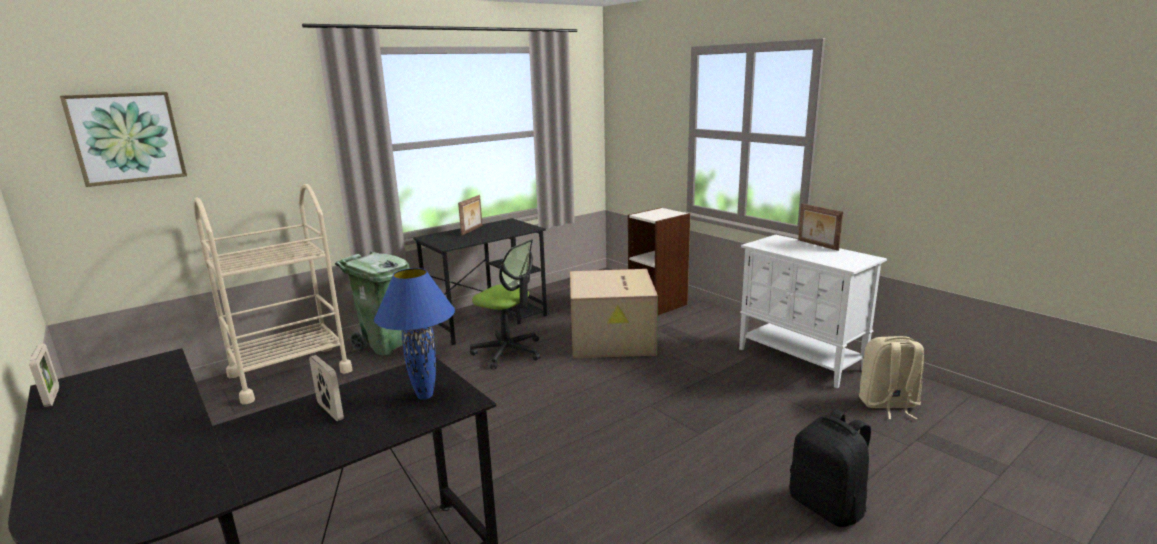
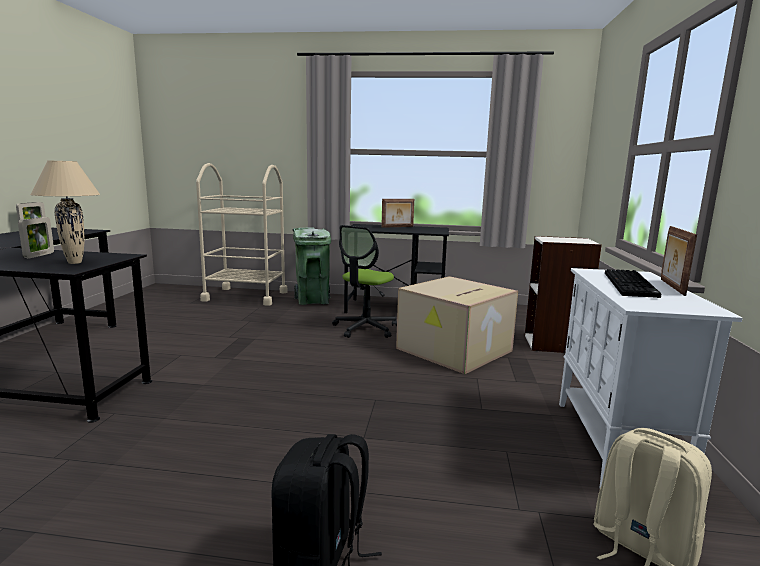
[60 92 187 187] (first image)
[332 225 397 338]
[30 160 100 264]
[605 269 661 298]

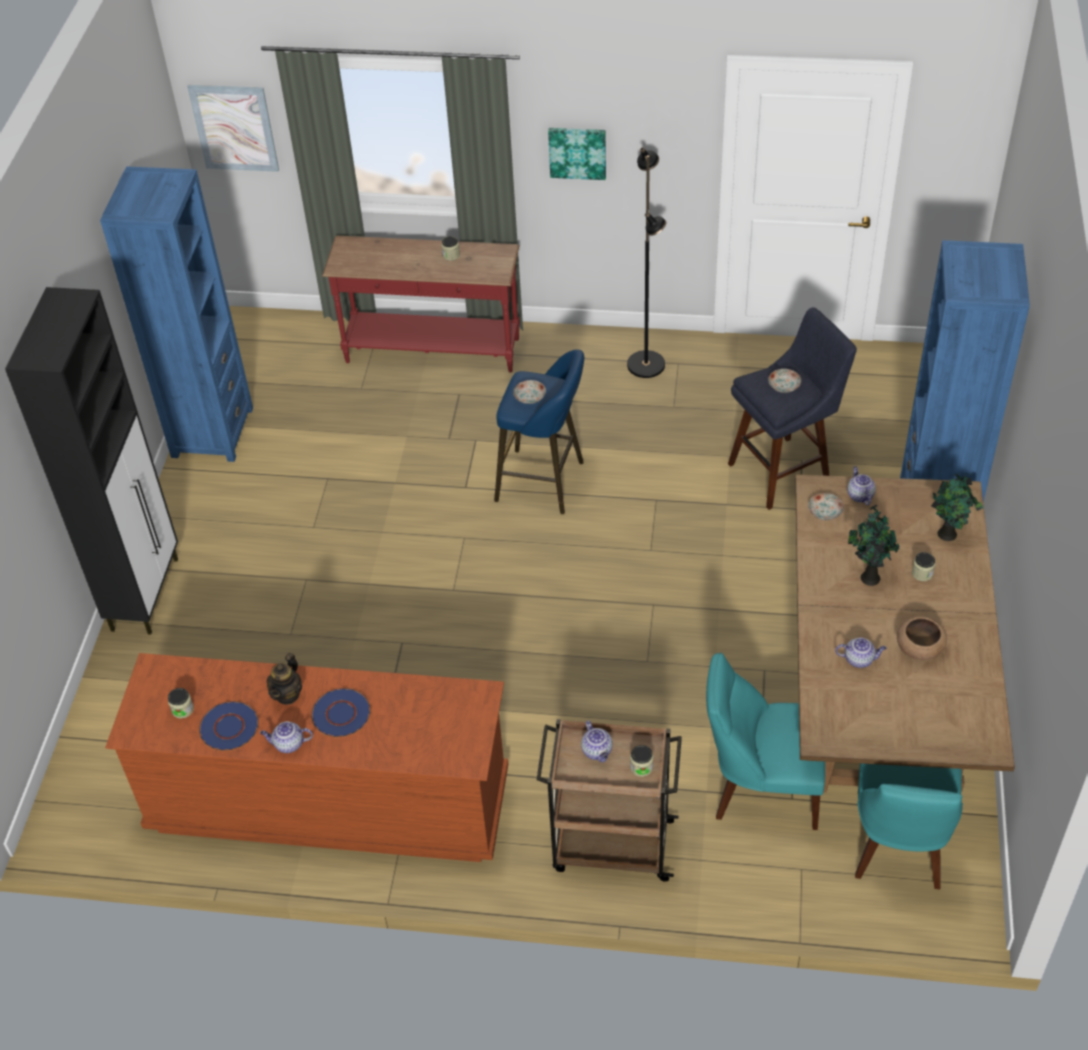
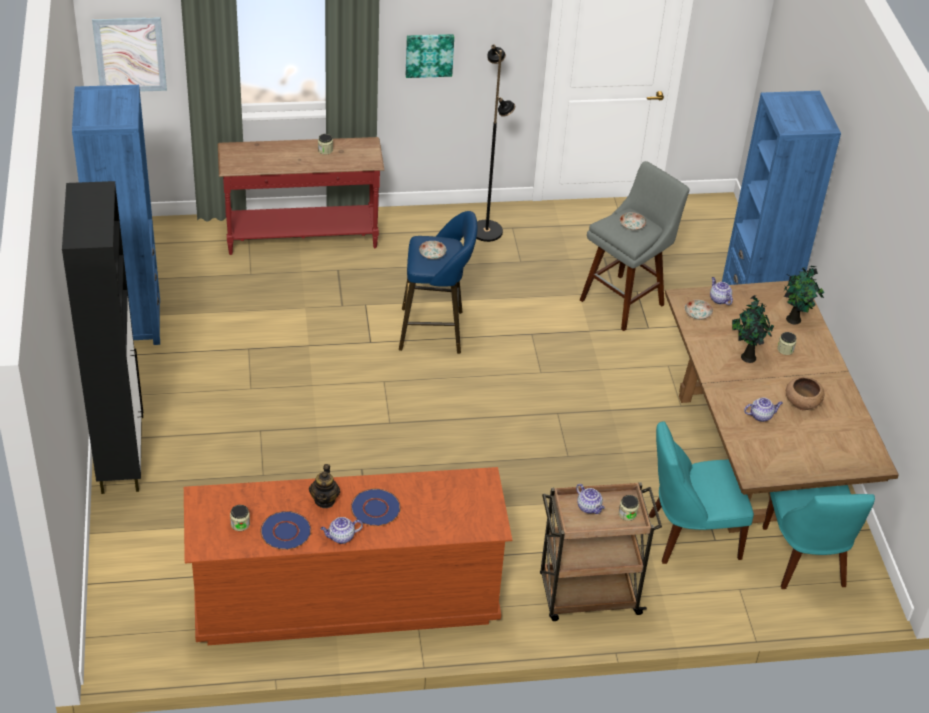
[580 161 690 331]

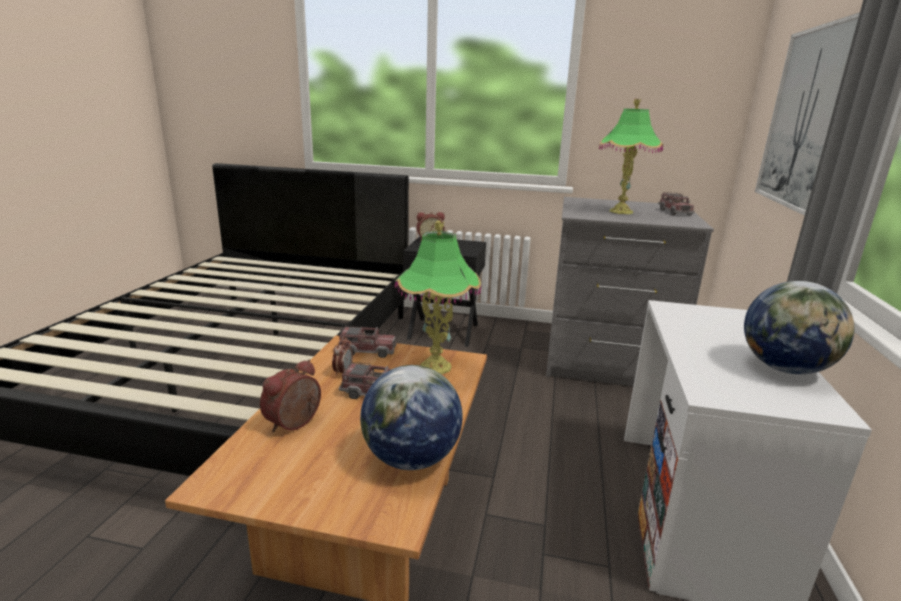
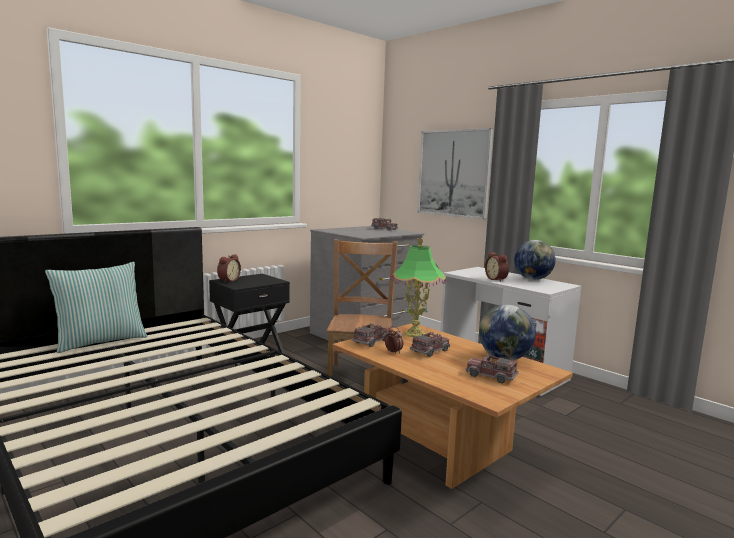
[599 99 663 214] (first image)
[485 252 509 282]
[327 239 398 377]
[45 262 148 353]
[465 354 519 384]

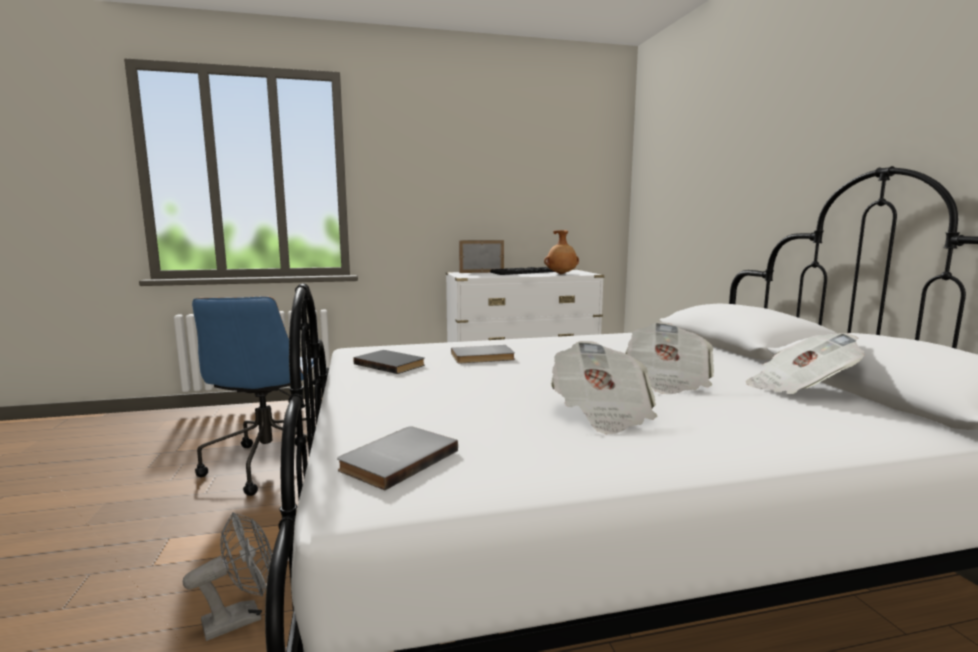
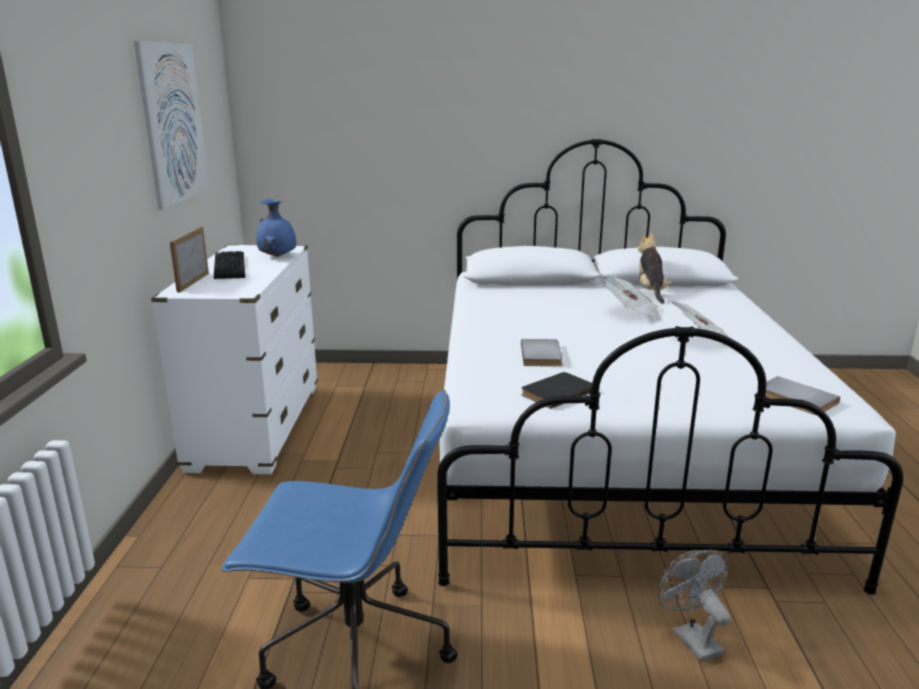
[256 199 296 257]
[638 233 672 304]
[134 41 209 210]

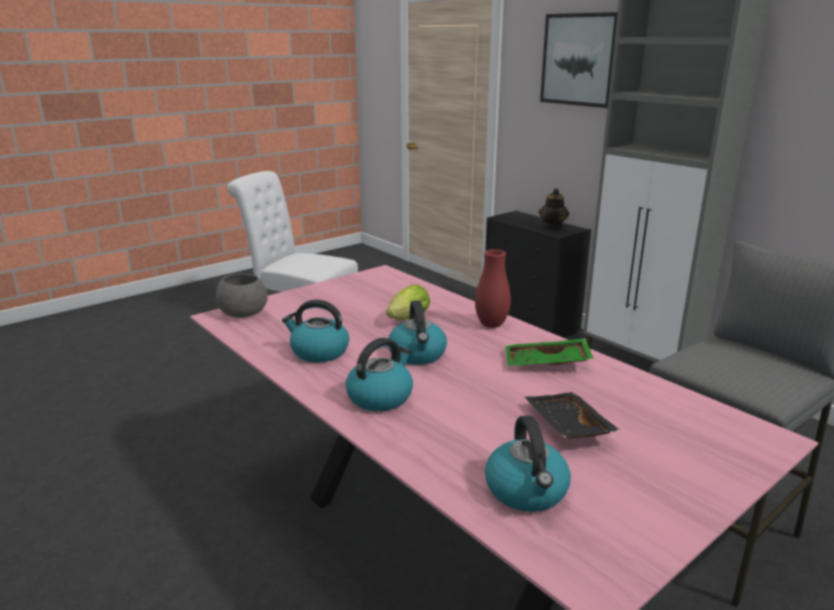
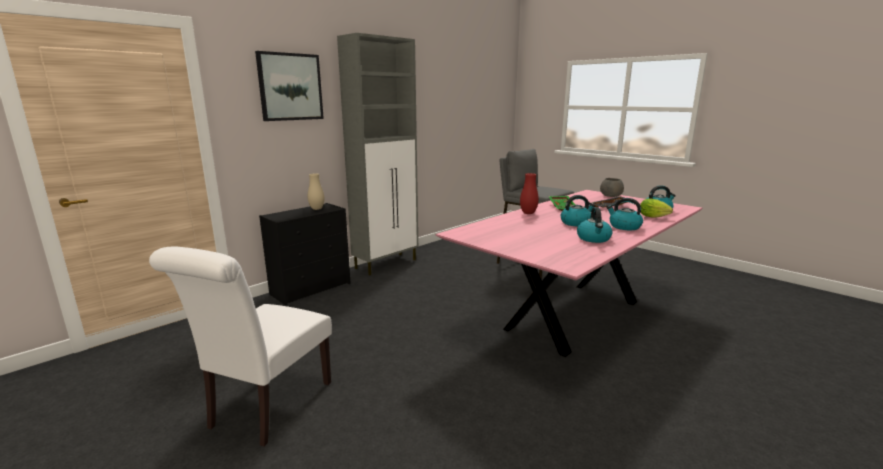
[308 173 325 210]
[600 178 624 197]
[640 199 673 218]

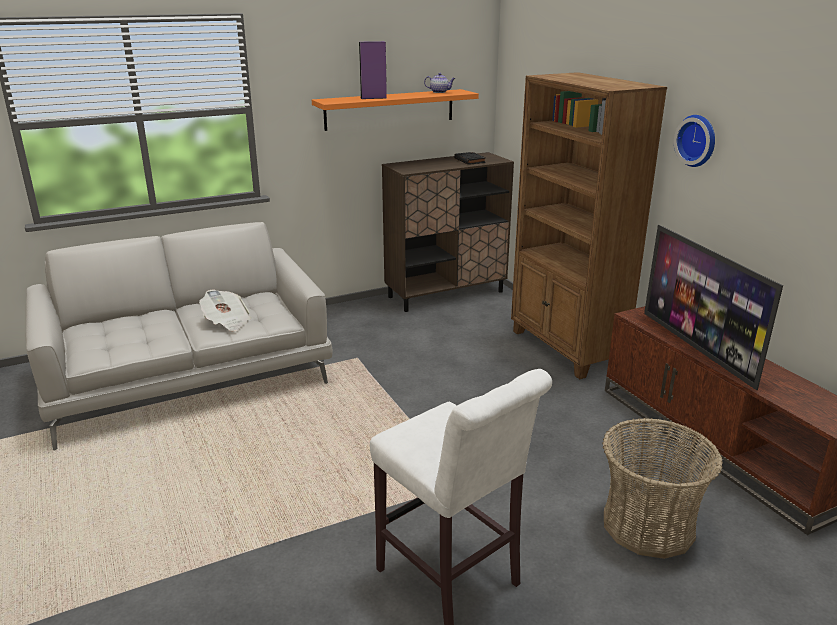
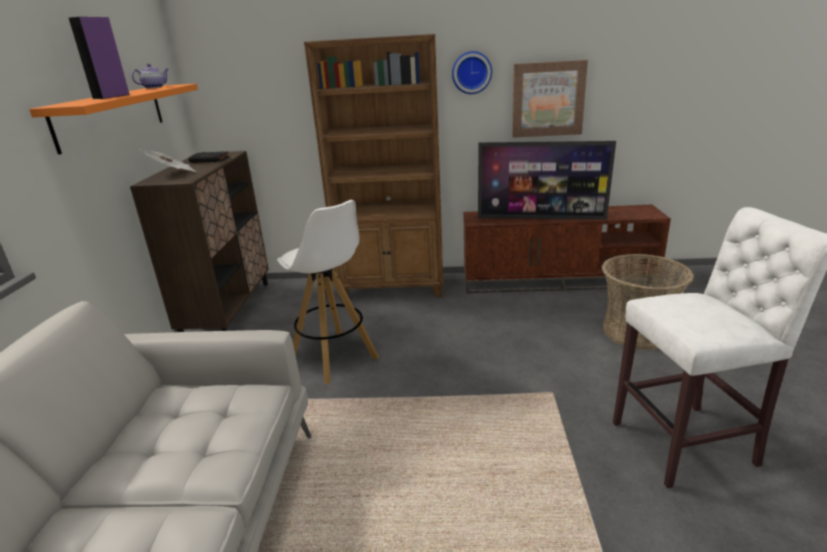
[139 149 197 172]
[512 60 588 138]
[277 200 379 384]

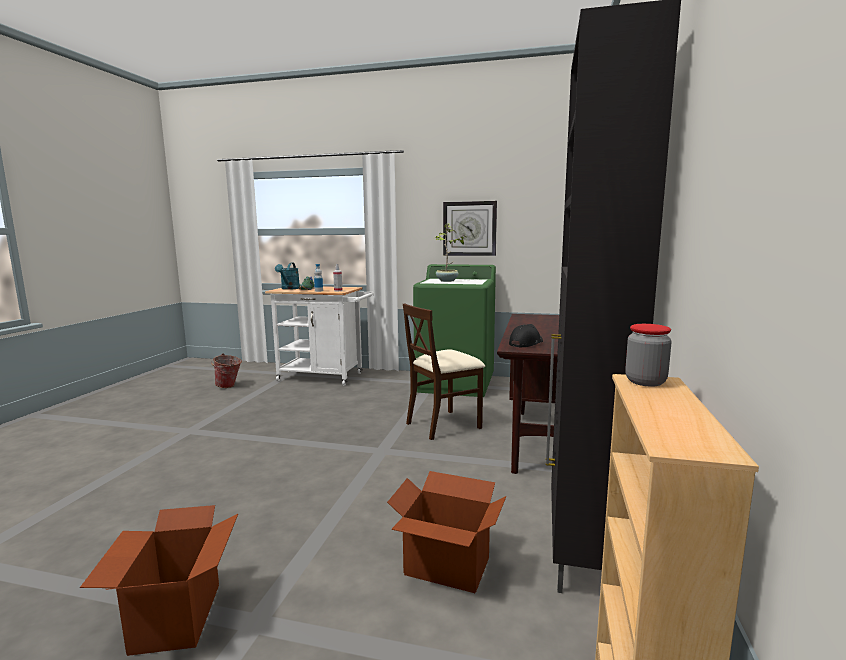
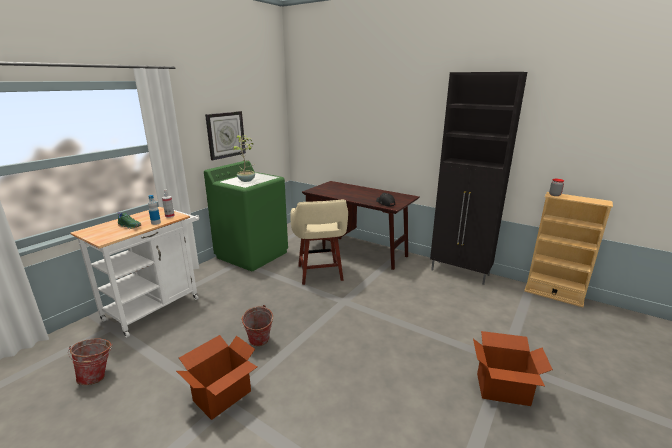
[275 263 300 290] (first image)
[290 199 348 285]
[176 335 257 420]
[240 305 273 346]

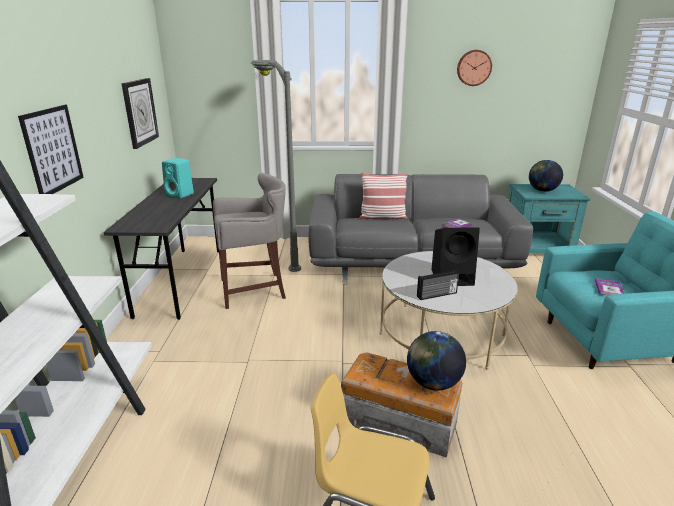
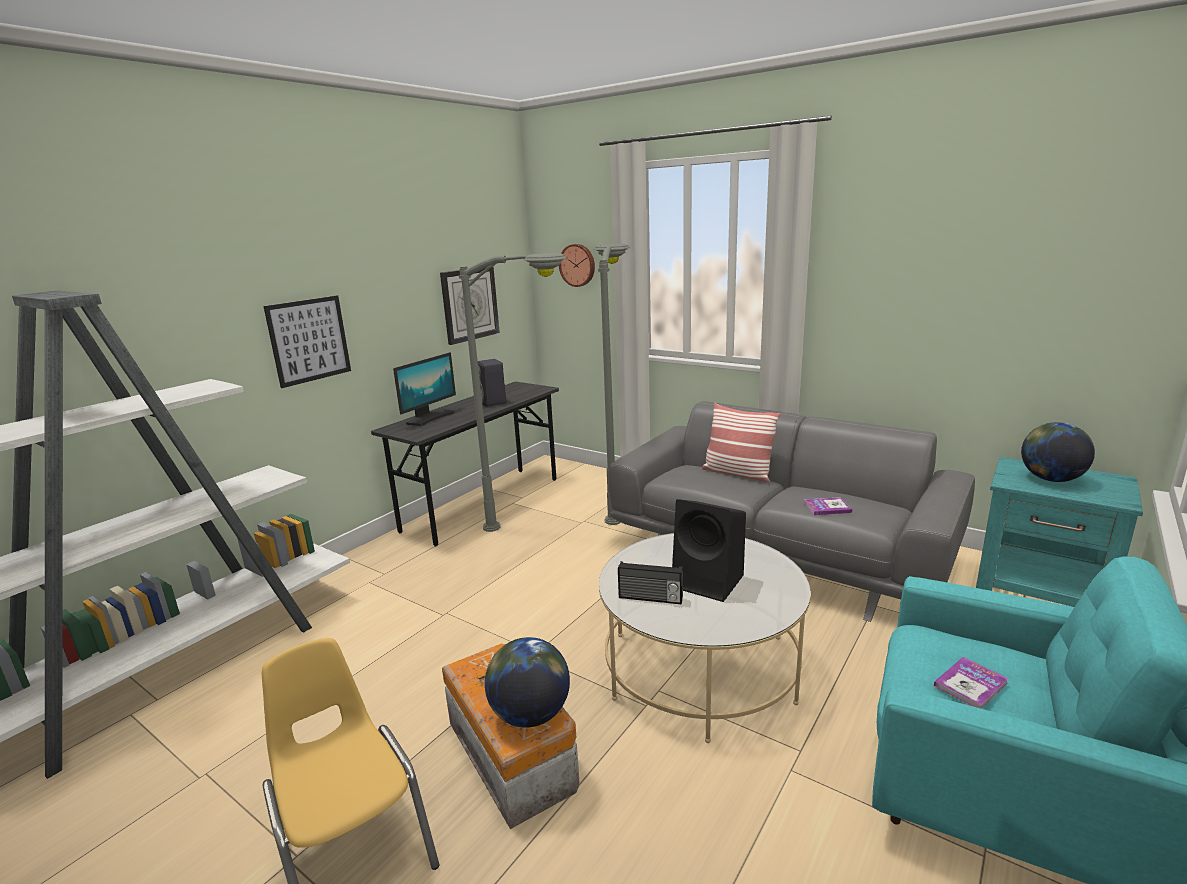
[559 244 595 287]
[478 359 507 407]
[459 253 567 532]
[393 352 456 426]

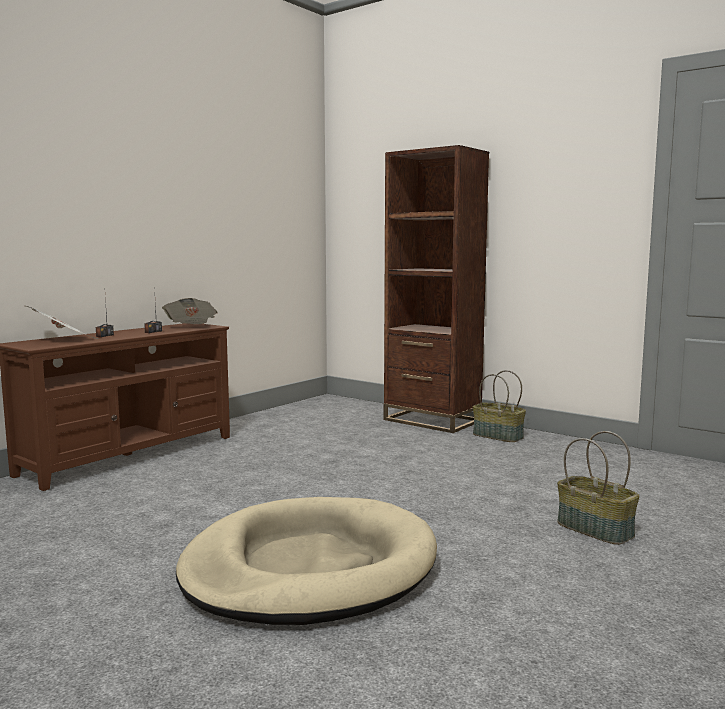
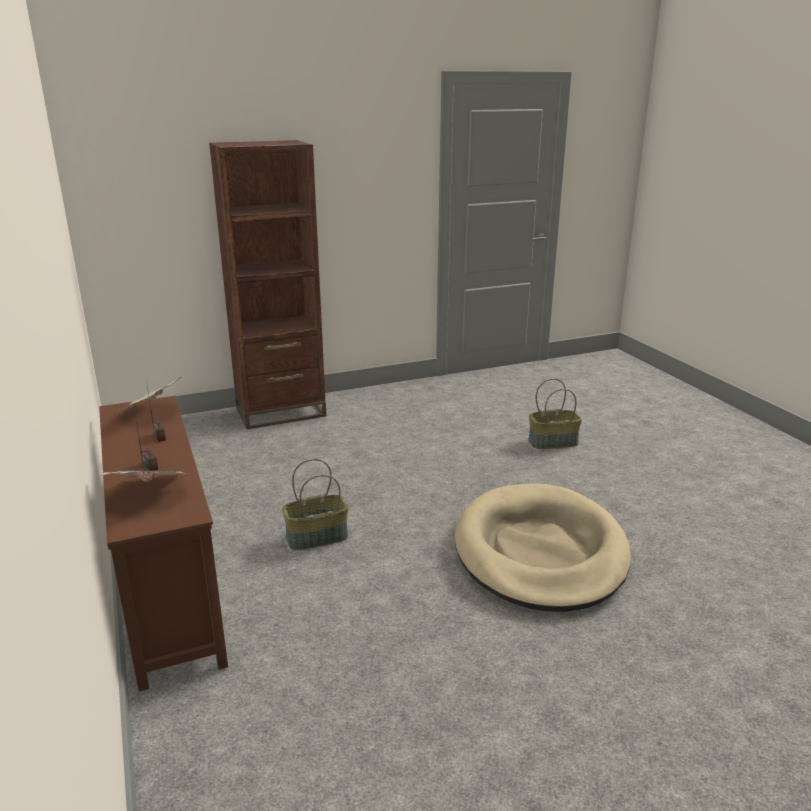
[282 459 349 551]

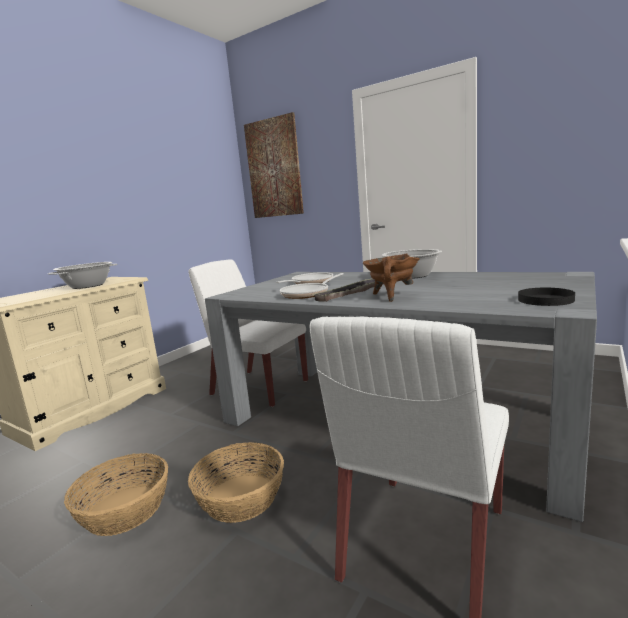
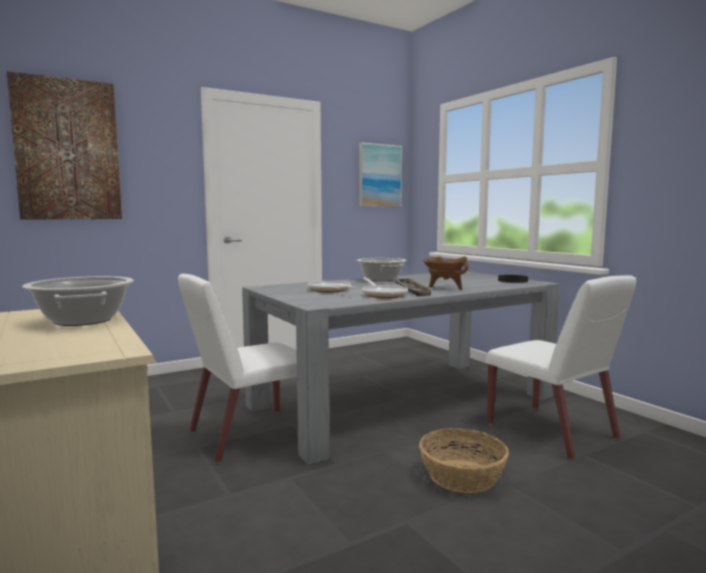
[64 453 168 536] (first image)
[359 142 402 207]

